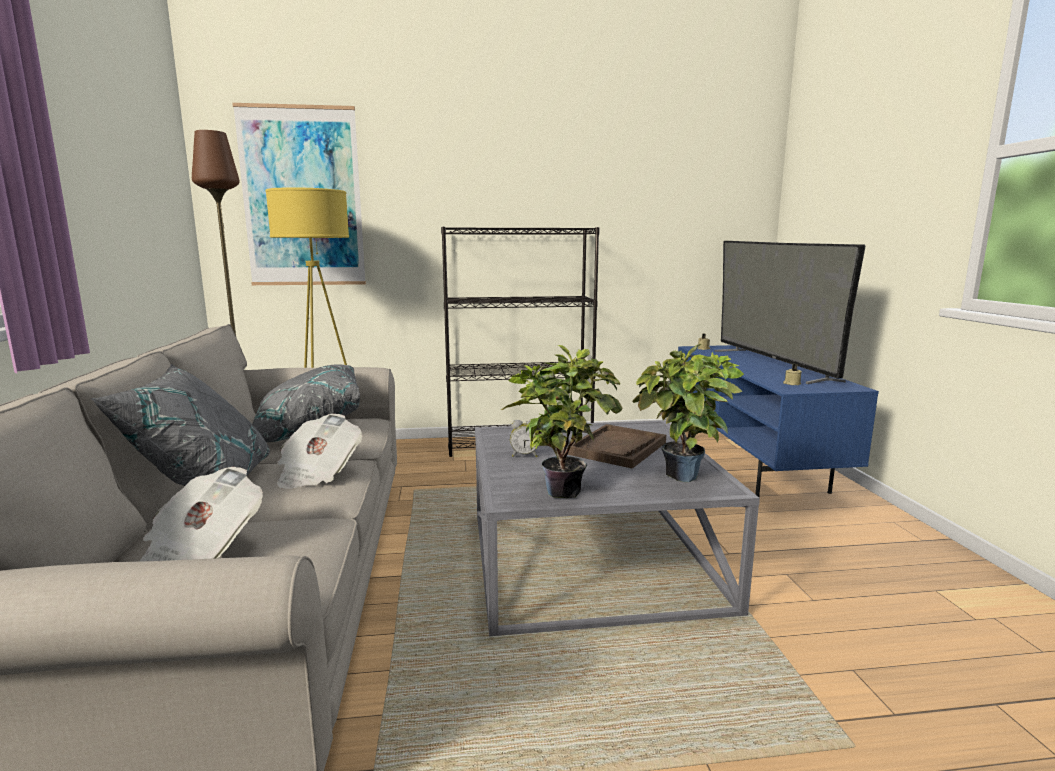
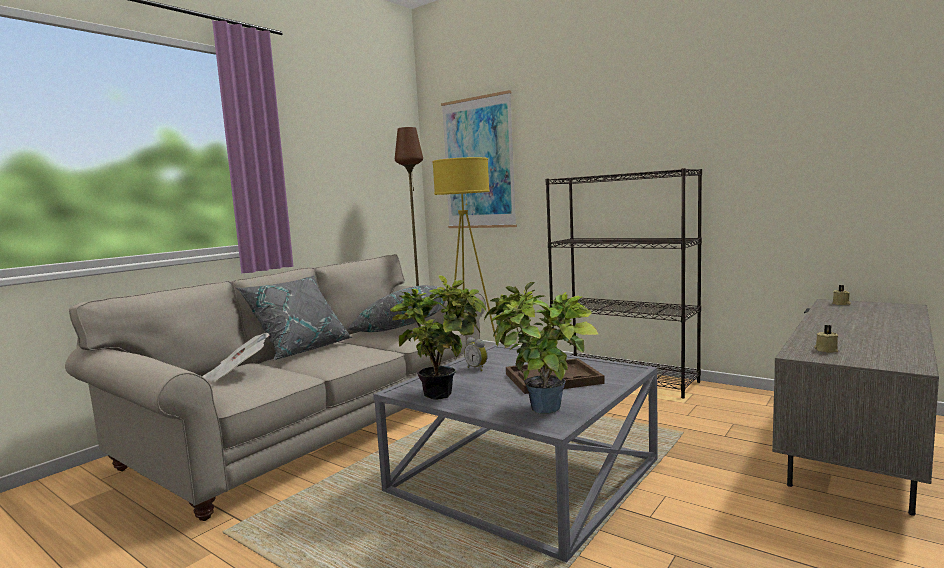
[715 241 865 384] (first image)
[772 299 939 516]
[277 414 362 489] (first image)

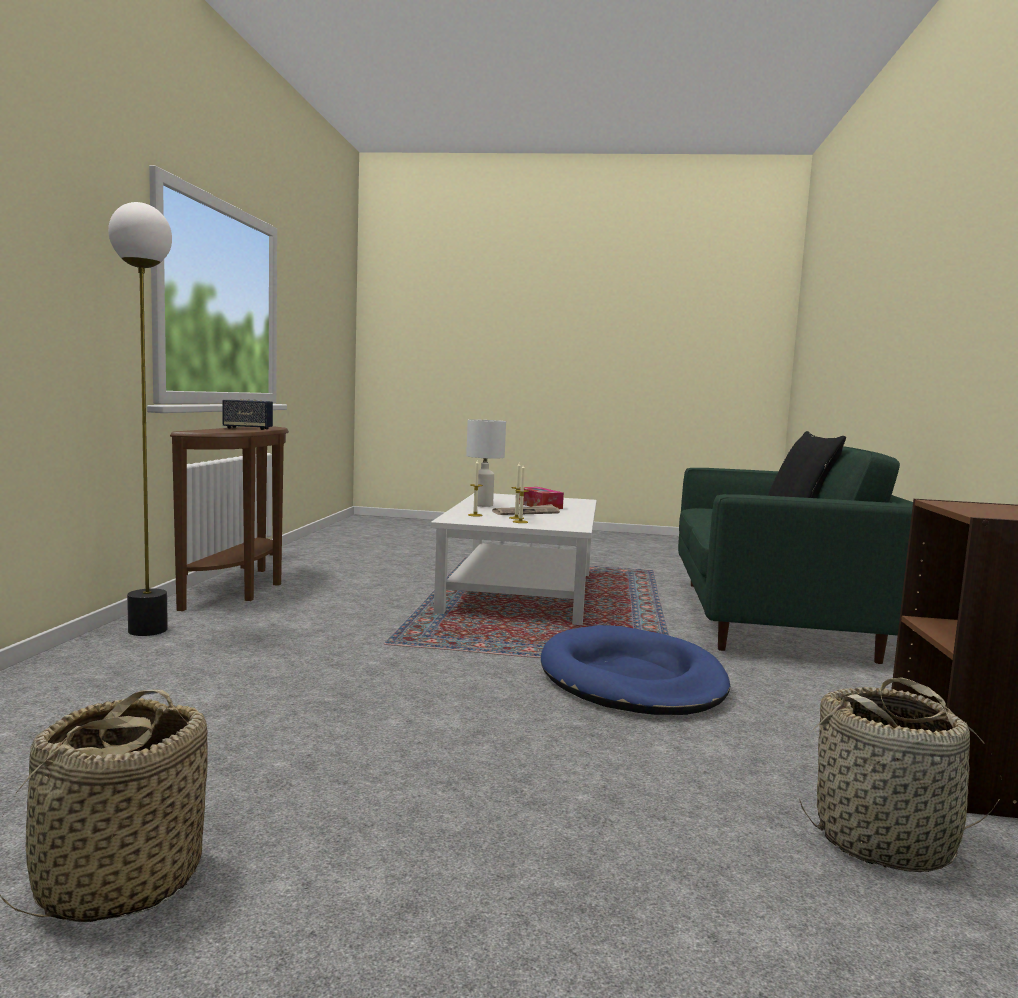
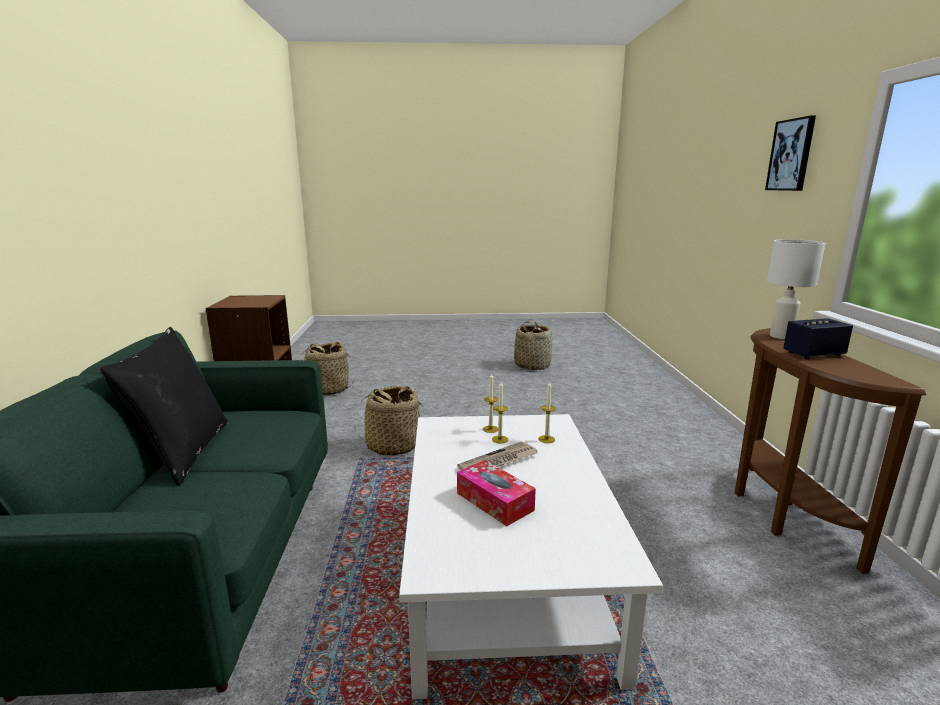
[108 202 172 636] (first image)
[767 239 825 339]
[354 386 423 456]
[765 115 816 191]

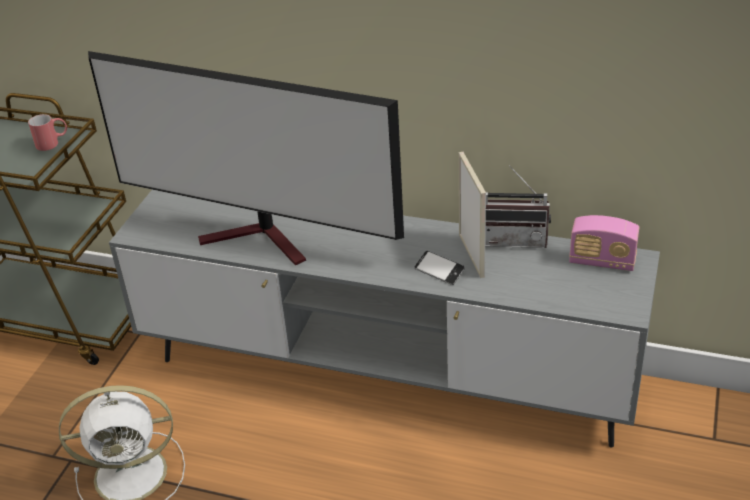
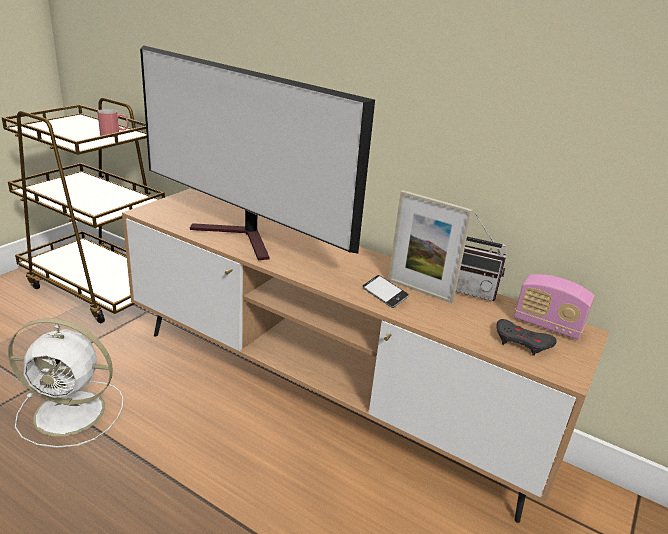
[388 190 472 303]
[122 189 610 523]
[497 319 557 356]

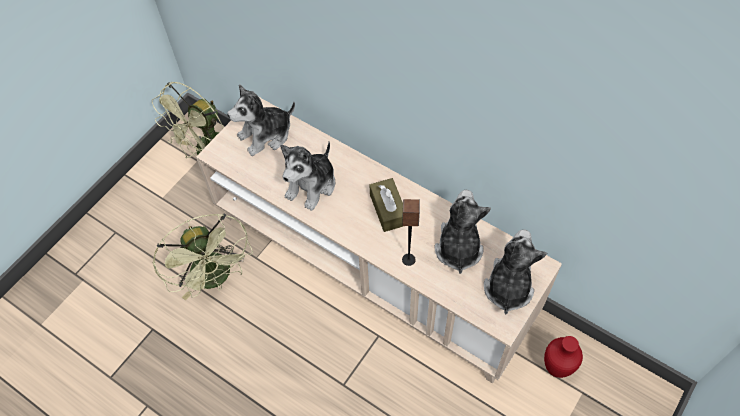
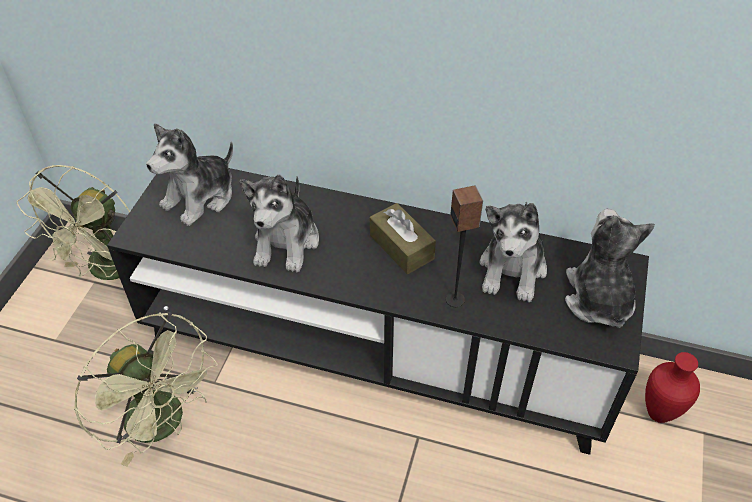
[107 168 649 455]
[480 202 547 302]

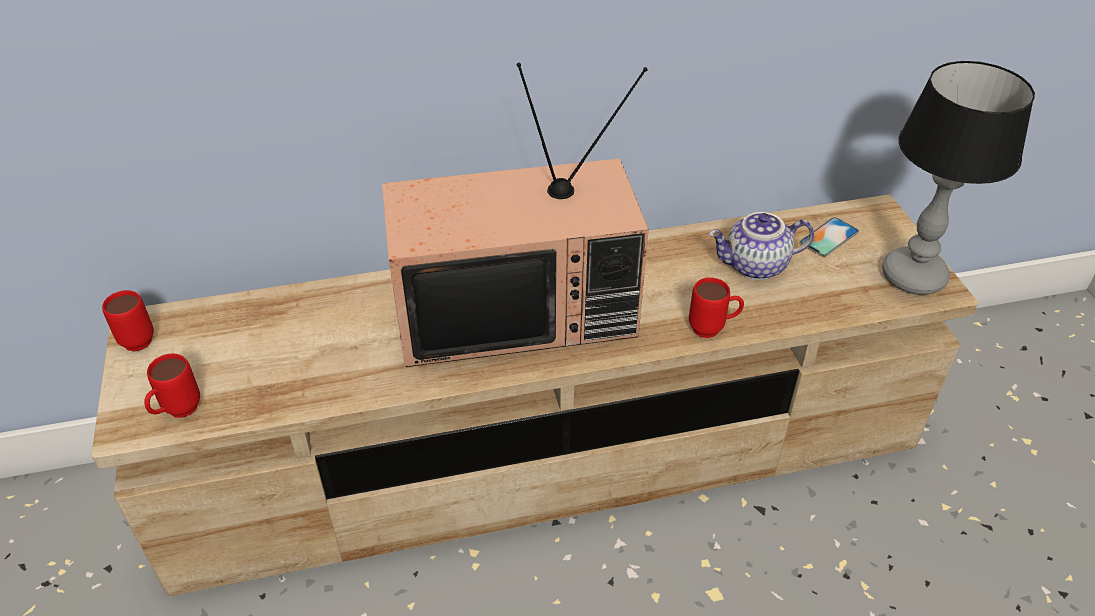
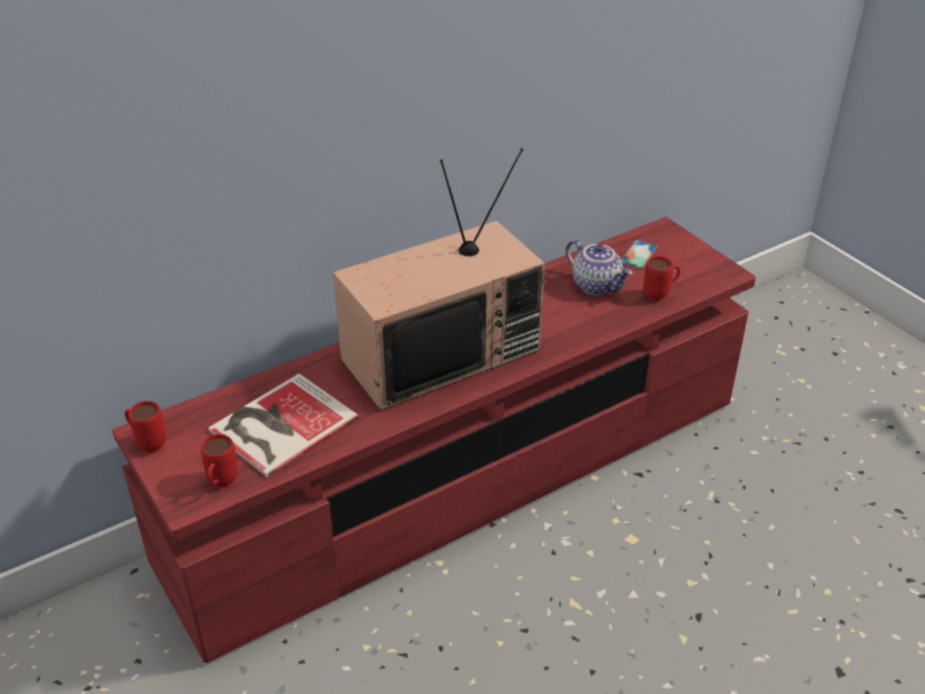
[882 61 1035 295] (first image)
[112 217 756 663]
[566 240 633 295]
[643 256 680 301]
[208 374 359 477]

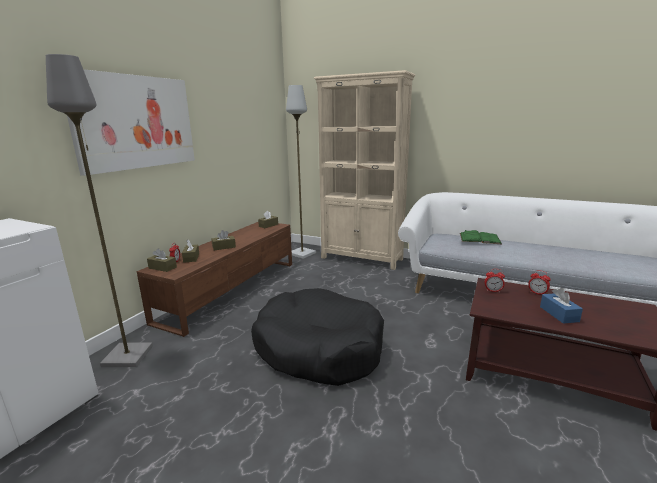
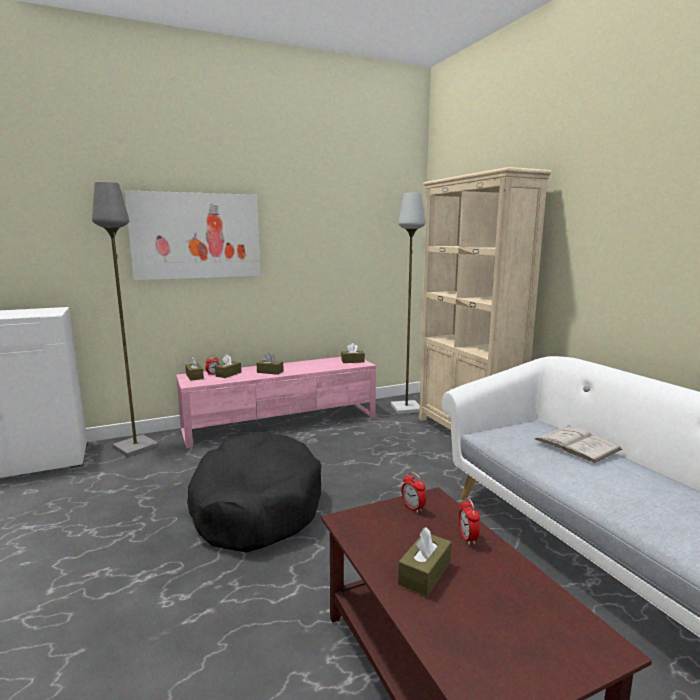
[176 357 376 448]
[535 425 622 463]
[398 527 452 597]

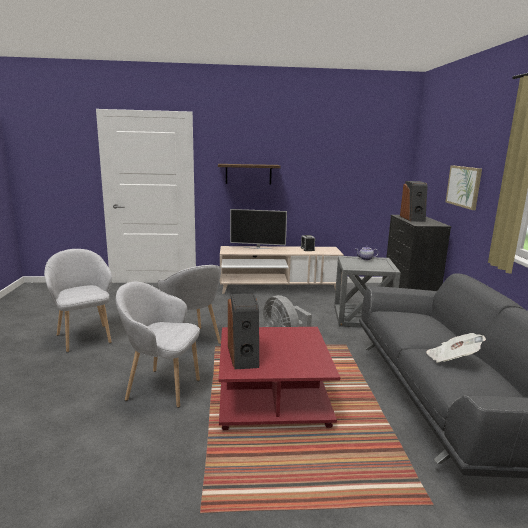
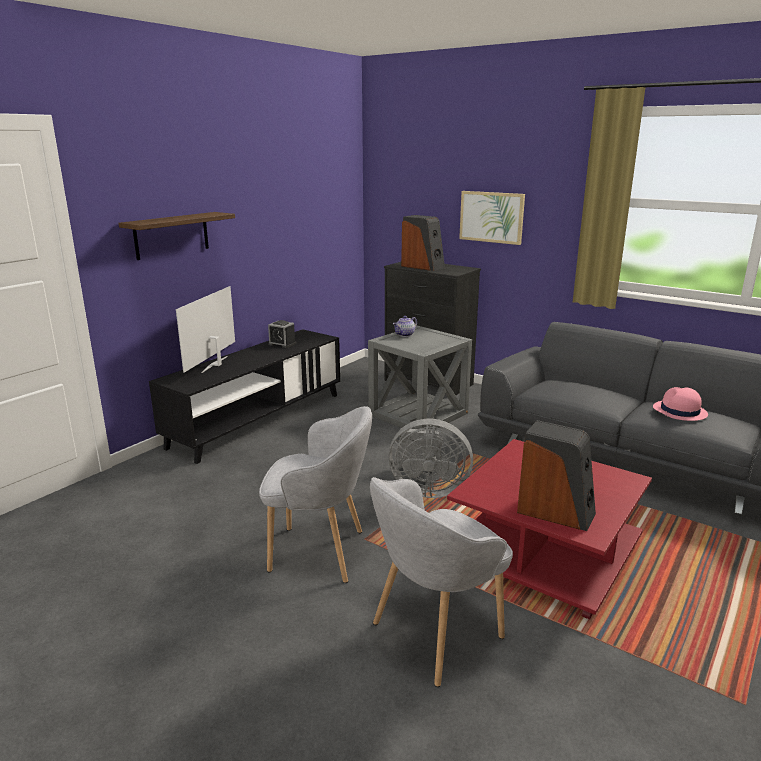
[176 286 235 373]
[149 329 340 464]
[44 249 112 352] (first image)
[653 387 708 421]

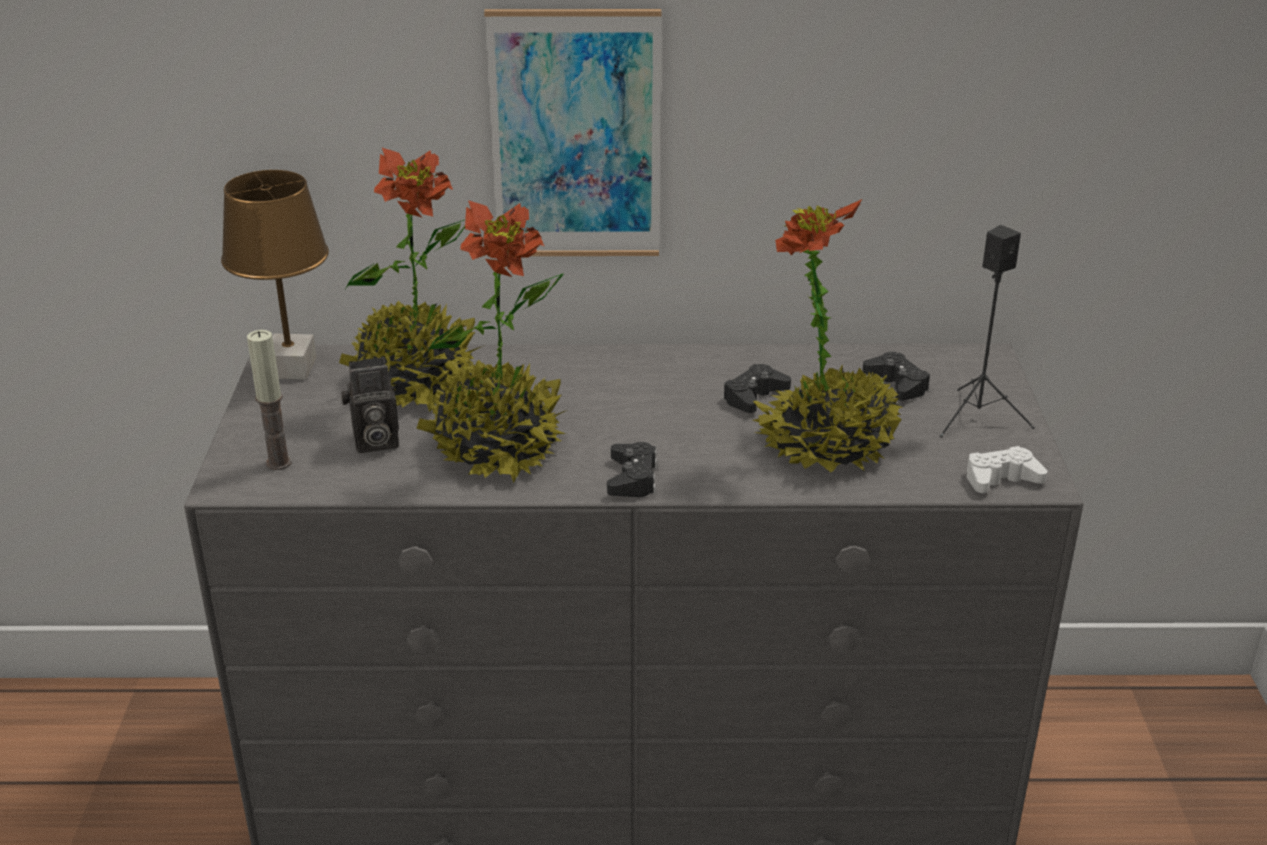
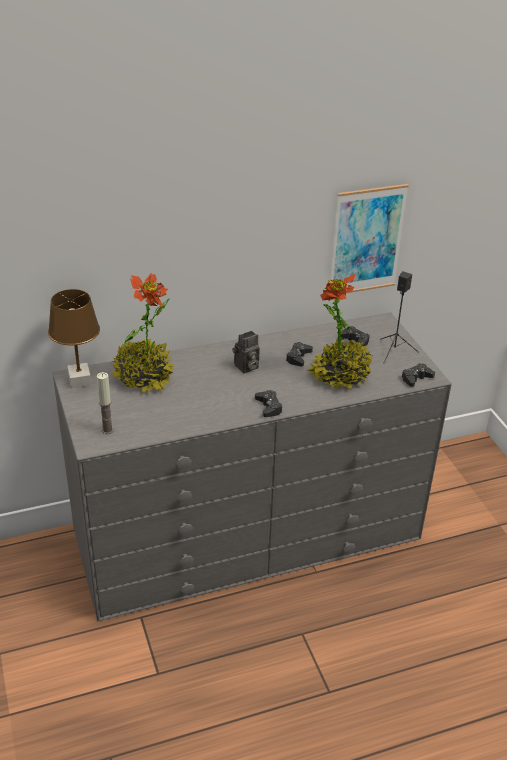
[330 184 409 293]
[416 200 567 483] (first image)
[232 331 260 373]
[402 363 435 387]

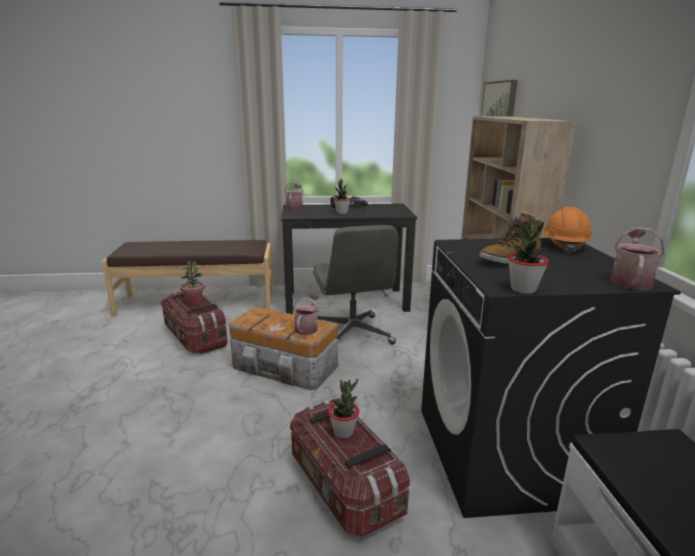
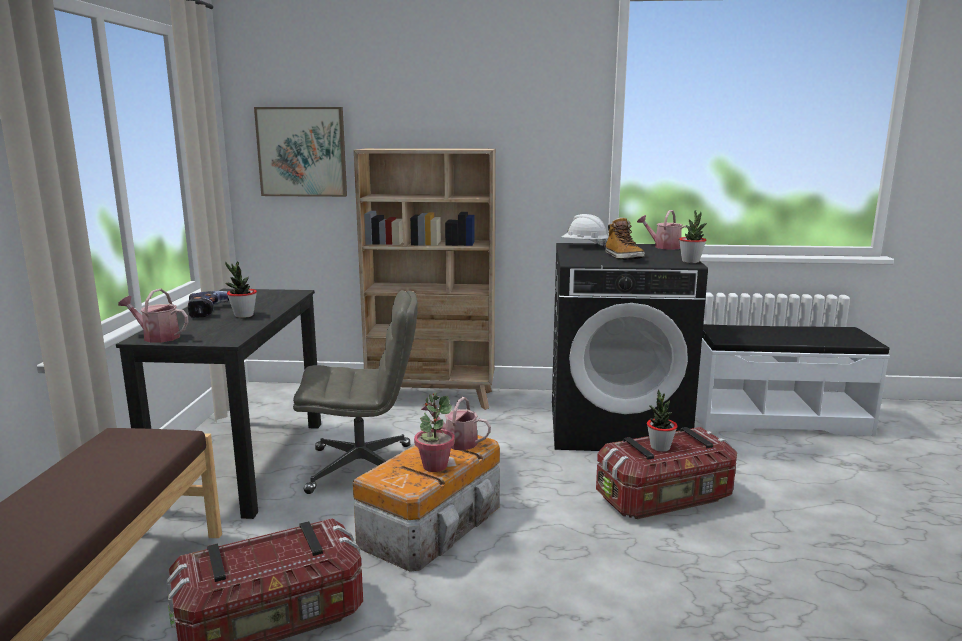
[562 214 608 248]
[414 392 455 472]

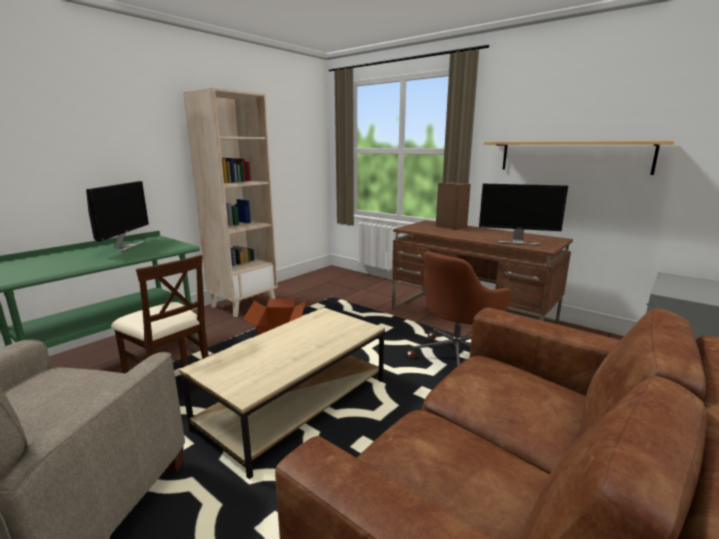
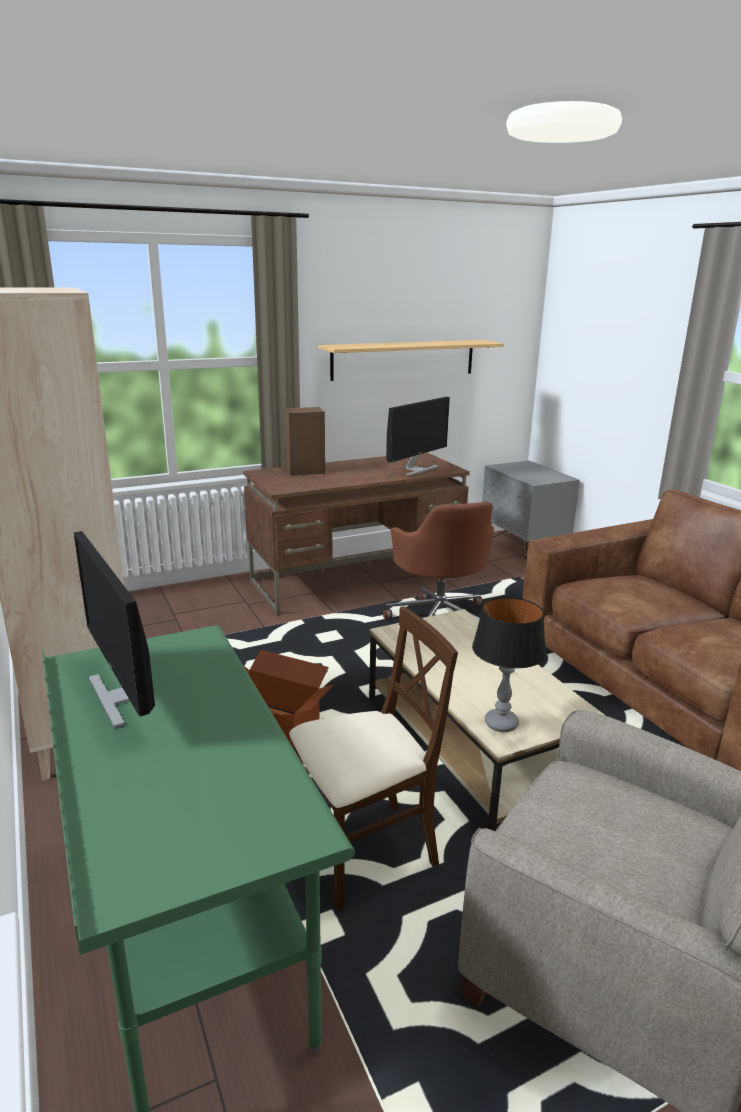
[73 531 155 729]
[472 597 546 732]

